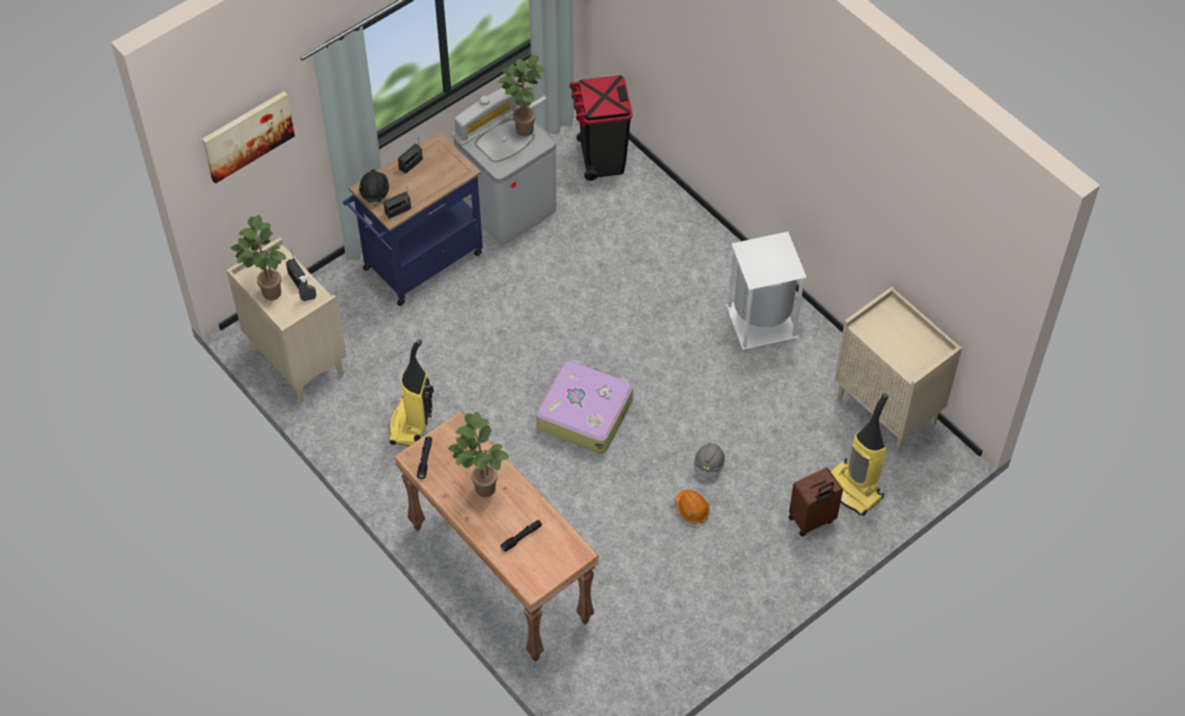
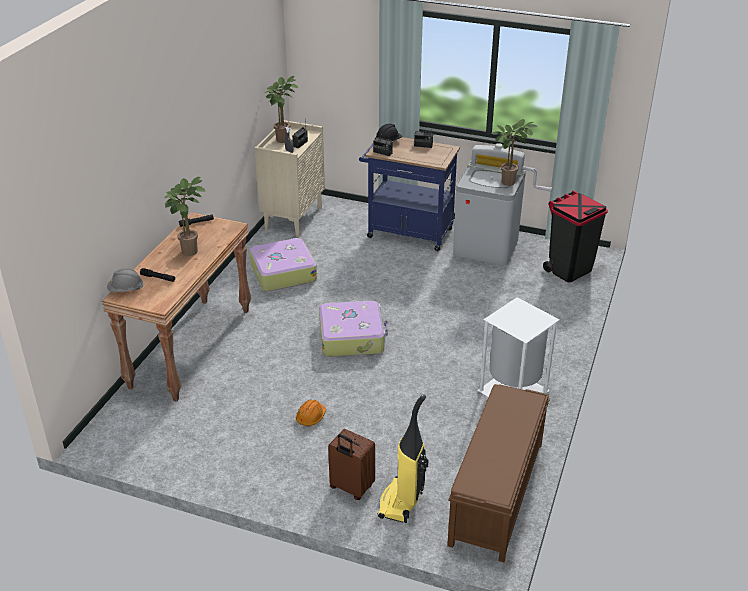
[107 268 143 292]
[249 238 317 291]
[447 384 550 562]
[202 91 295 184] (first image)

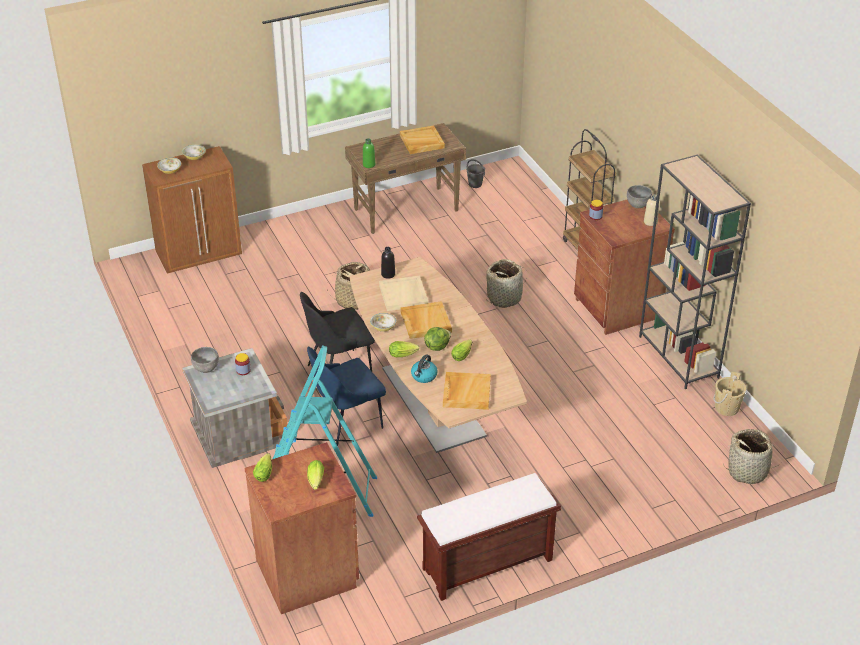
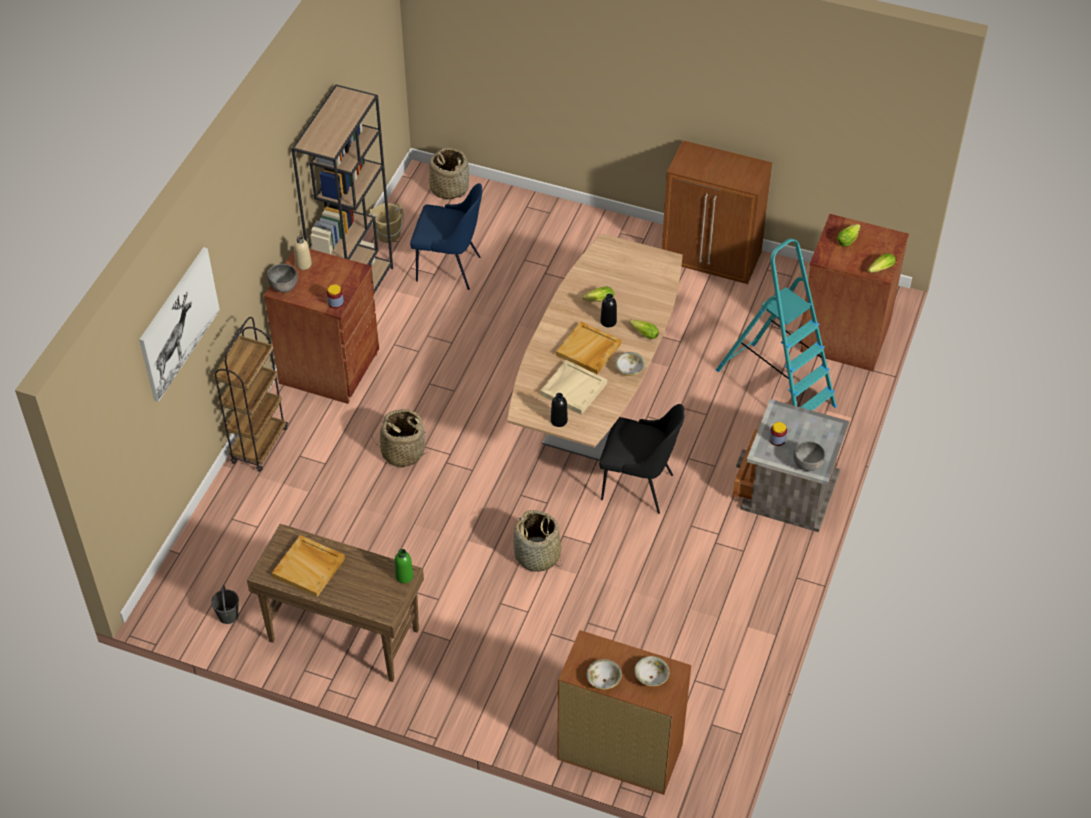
[139 247 220 402]
[410 183 482 290]
[601 293 617 327]
[662 140 773 284]
[411 354 438 383] (first image)
[443 372 491 410] (first image)

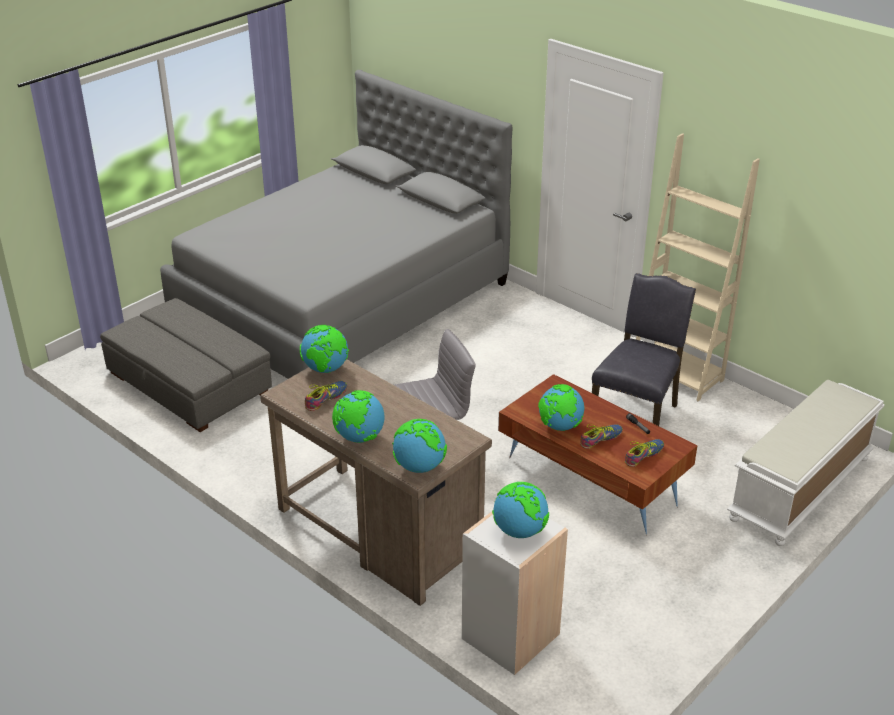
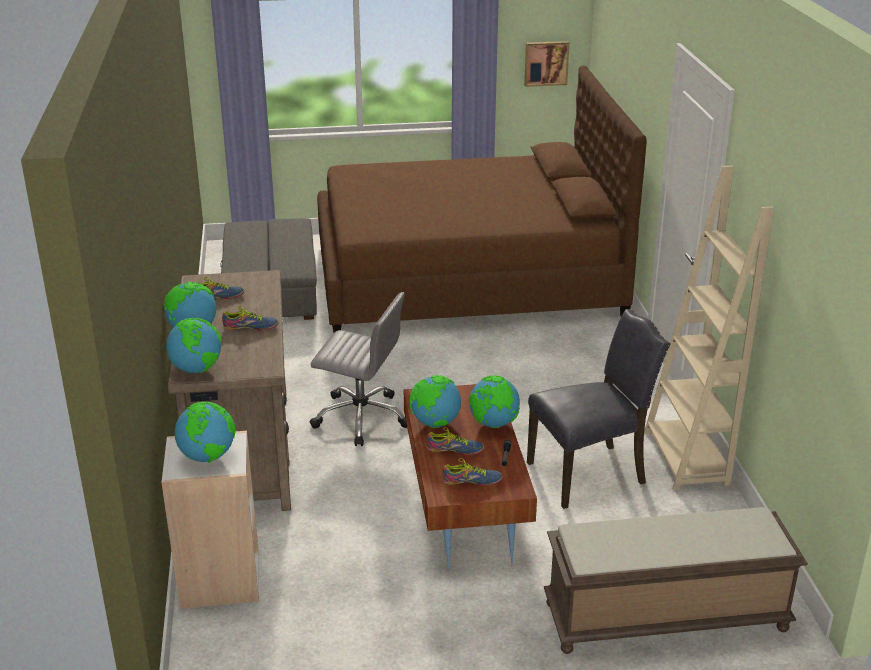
[222 306 278 331]
[317 66 646 333]
[469 375 520 428]
[524 41 570 87]
[544 507 808 654]

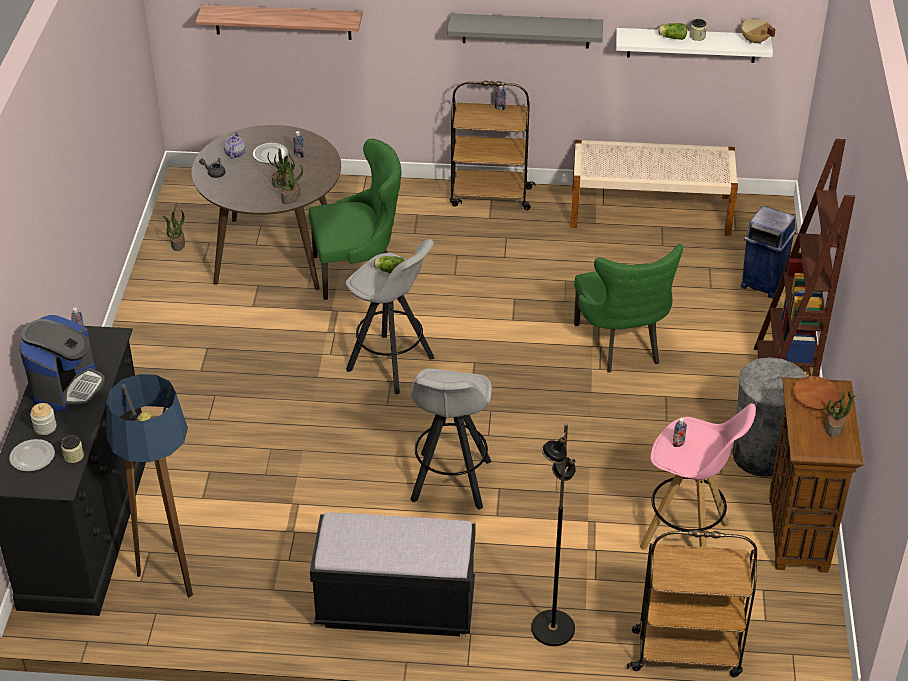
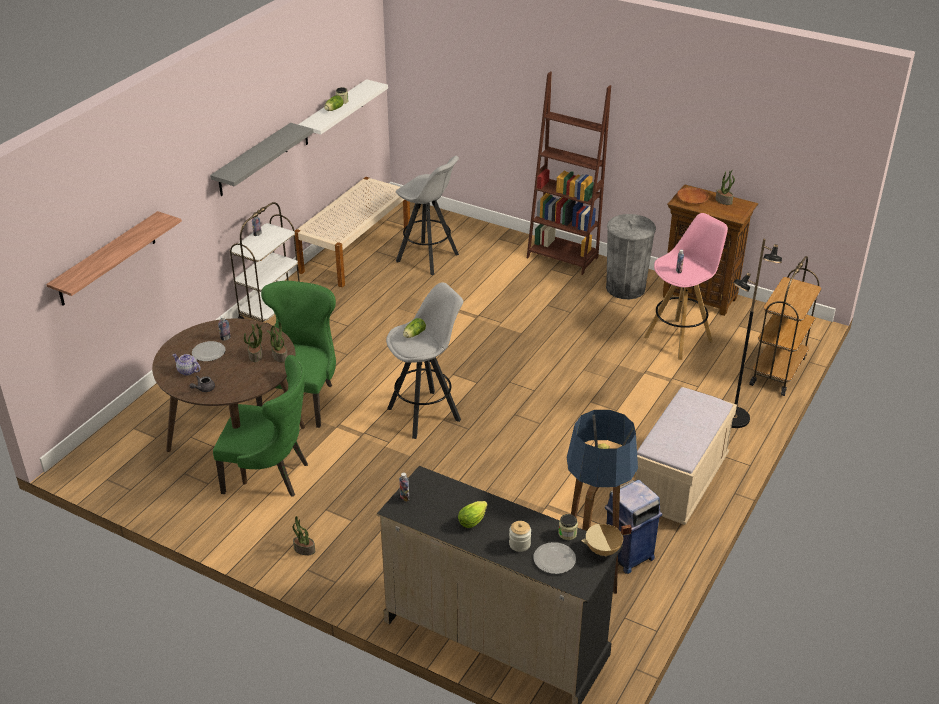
[213 355 308 497]
[230 202 300 324]
[292 516 315 555]
[396 156 459 275]
[458 501 488 528]
[582 524 632 557]
[605 480 663 574]
[635 387 737 525]

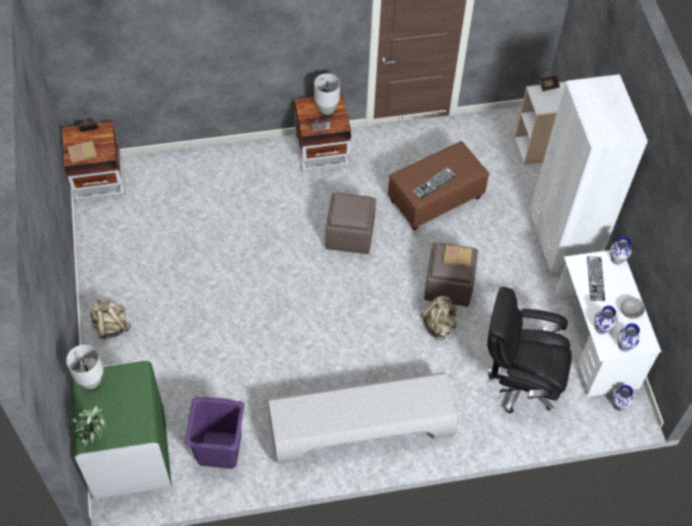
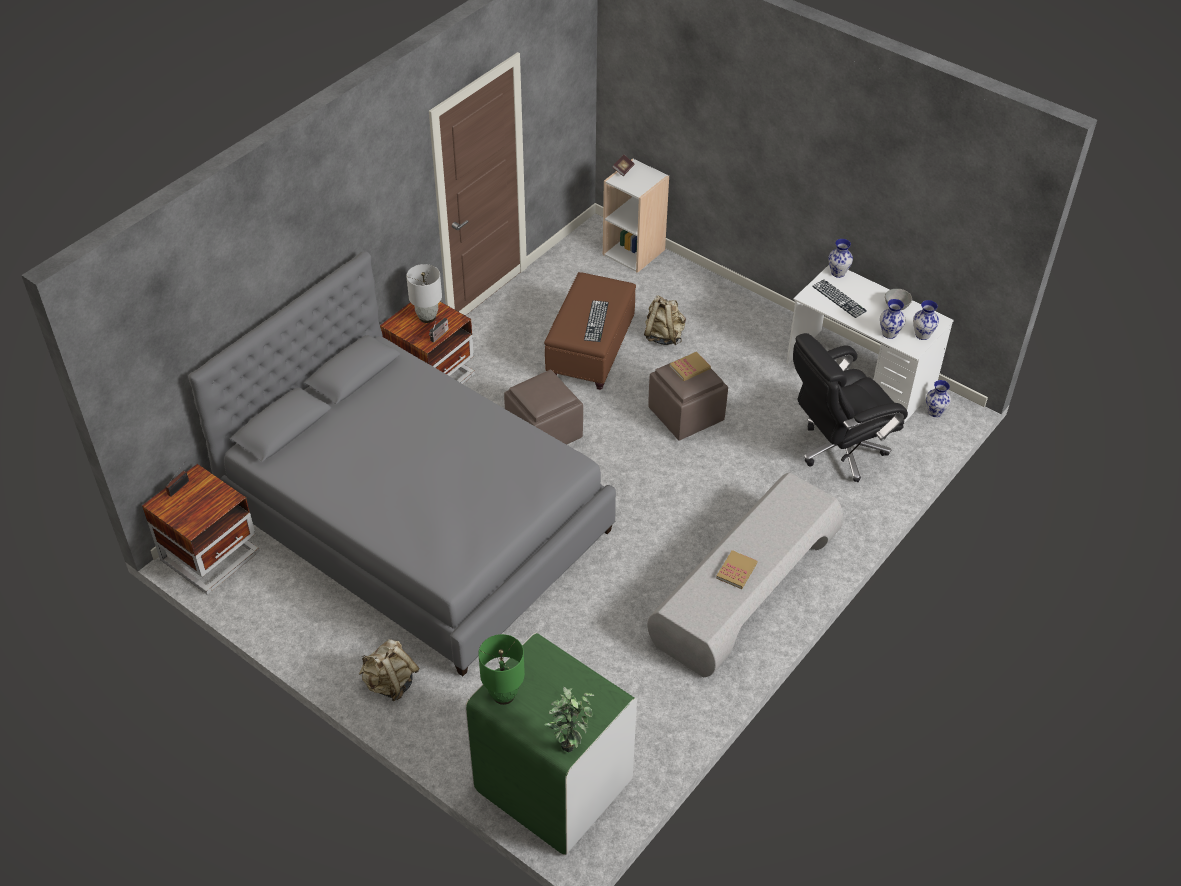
[189 251 616 676]
[478 634 525 705]
[644 295 686 345]
[716 550 757 589]
[184 397 245 469] (first image)
[530 74 648 274] (first image)

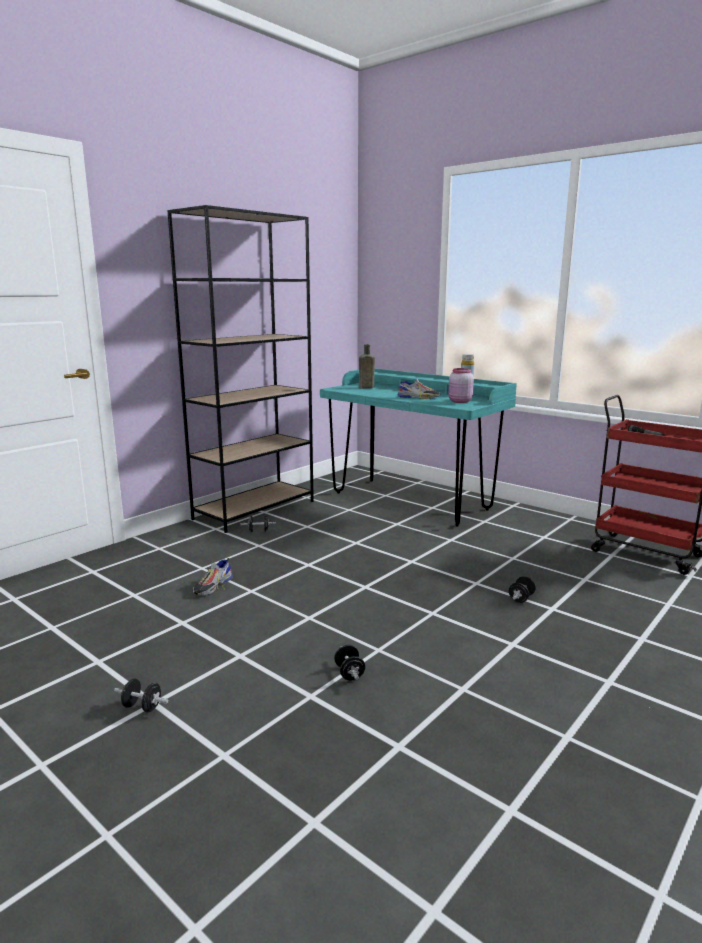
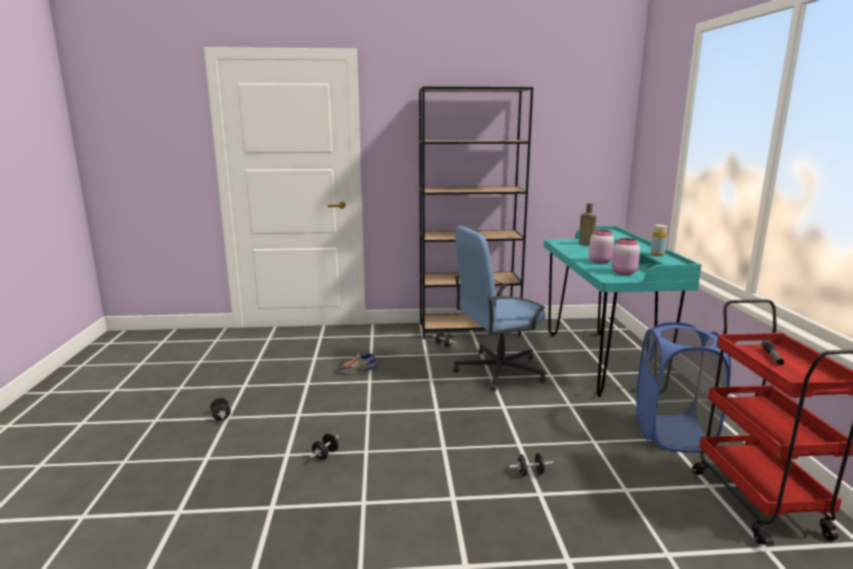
[453 226 546 391]
[589 229 614 263]
[636 322 731 453]

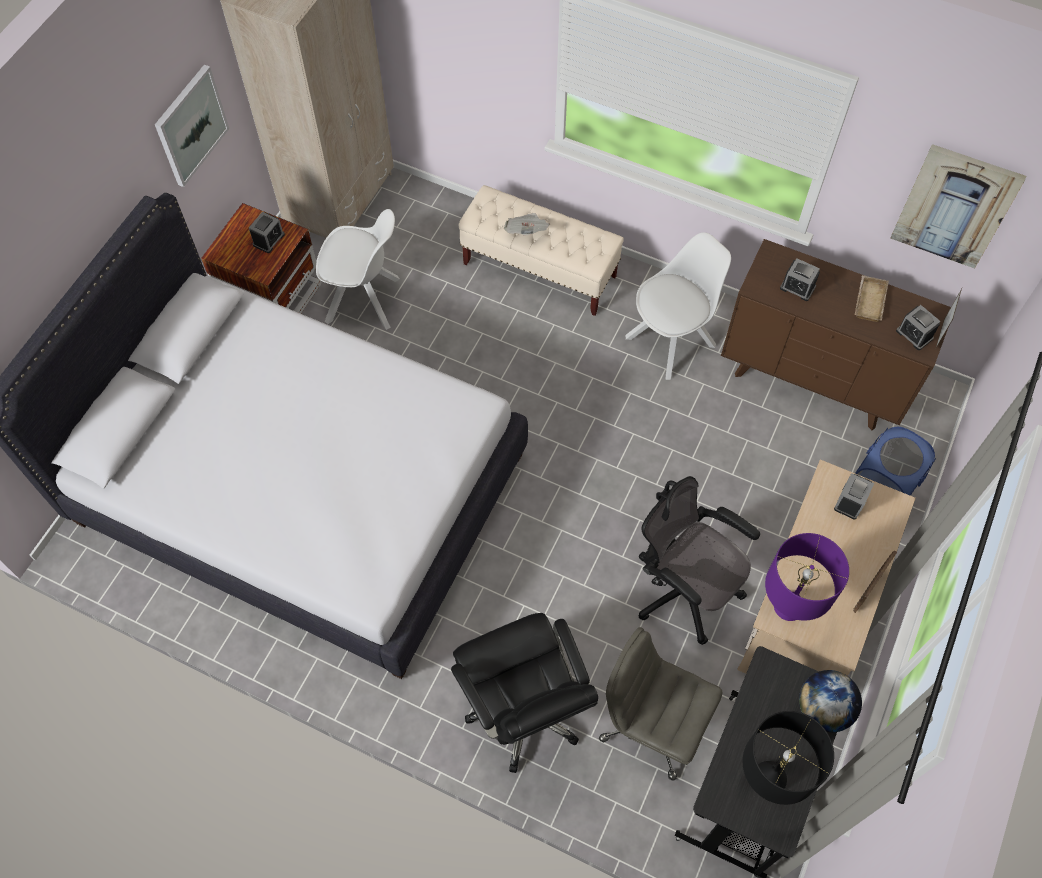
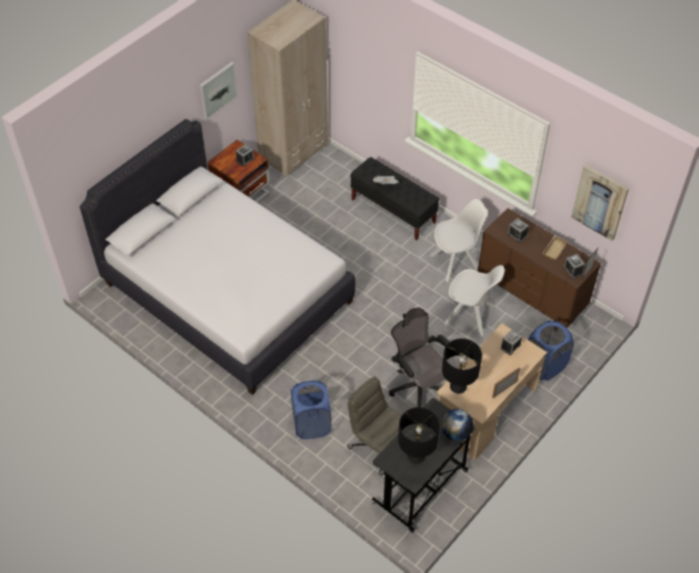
[291 380 331 439]
[350 157 439 241]
[442 338 482 394]
[444 265 505 336]

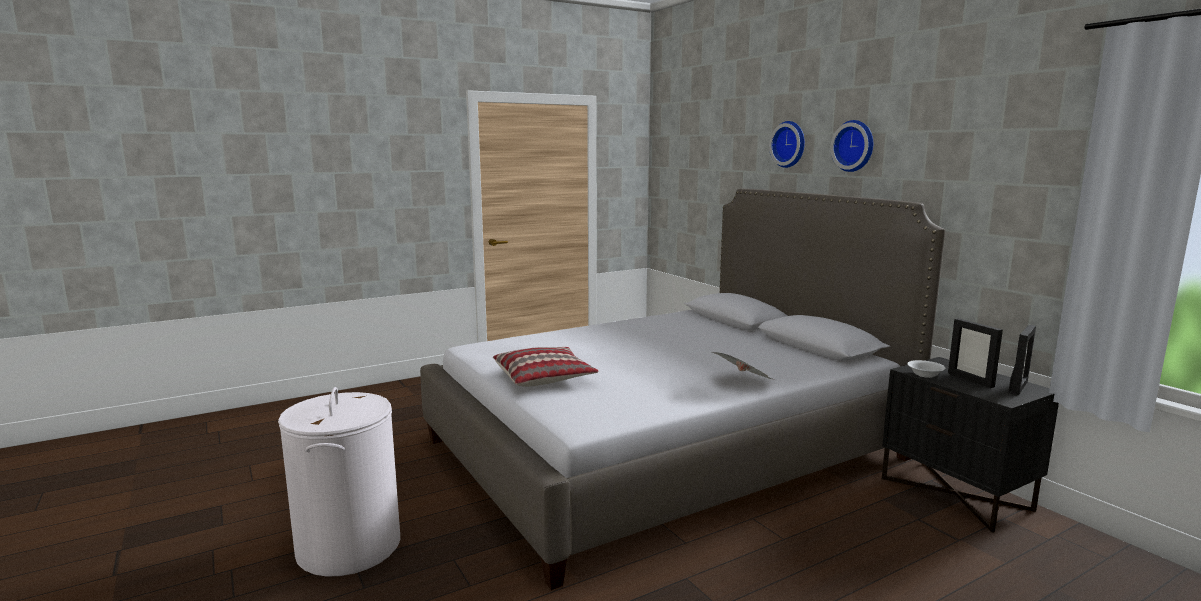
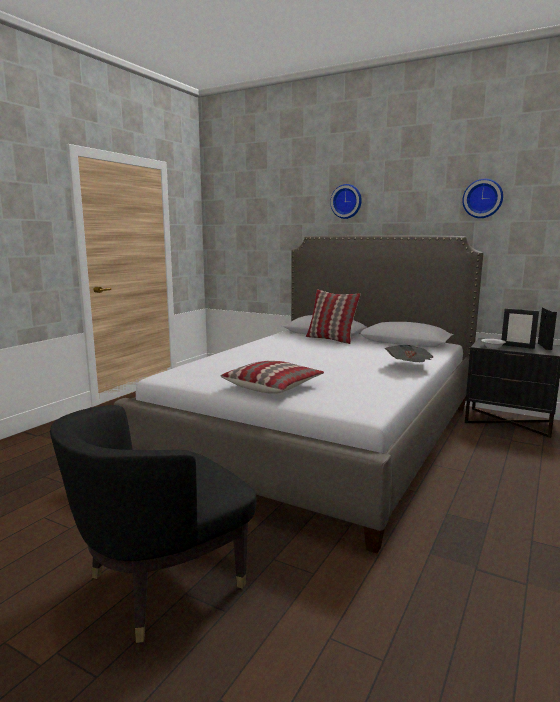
[50 405 257 643]
[306 289 361 344]
[462 179 503 218]

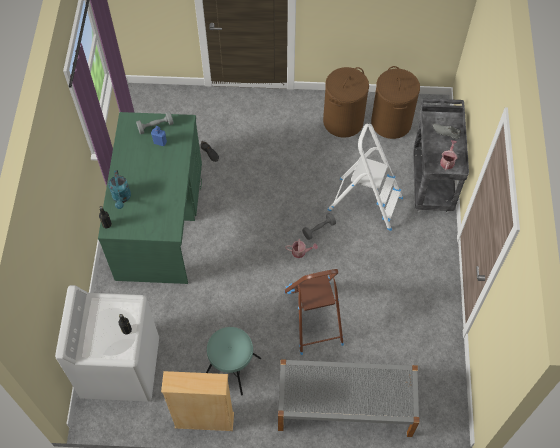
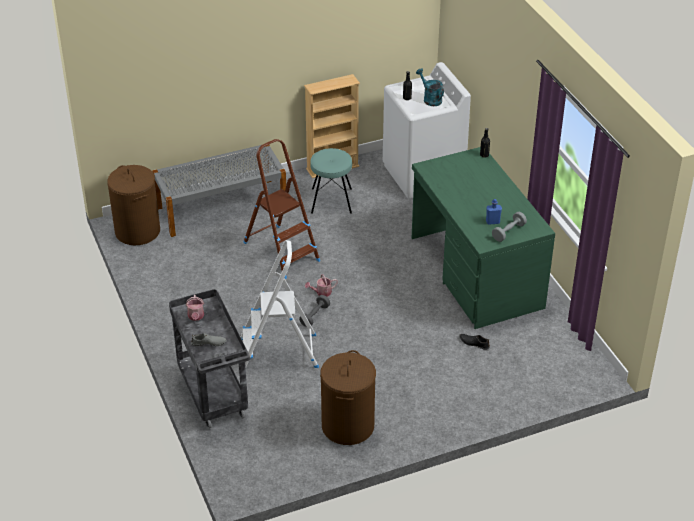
[107 165 160 245]
[416 68 444 106]

